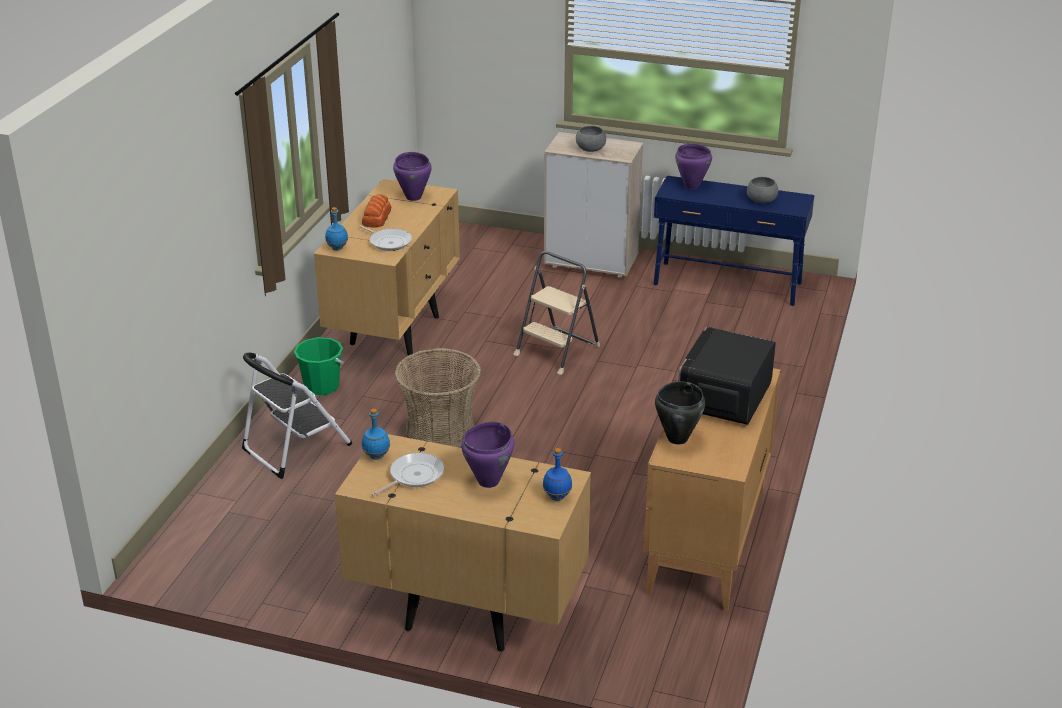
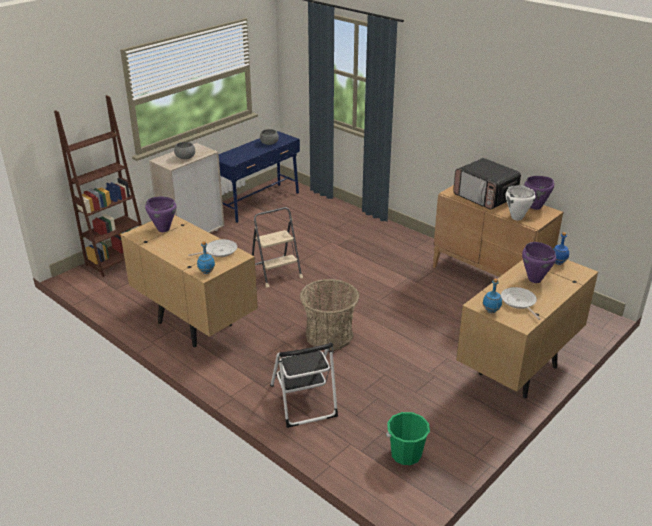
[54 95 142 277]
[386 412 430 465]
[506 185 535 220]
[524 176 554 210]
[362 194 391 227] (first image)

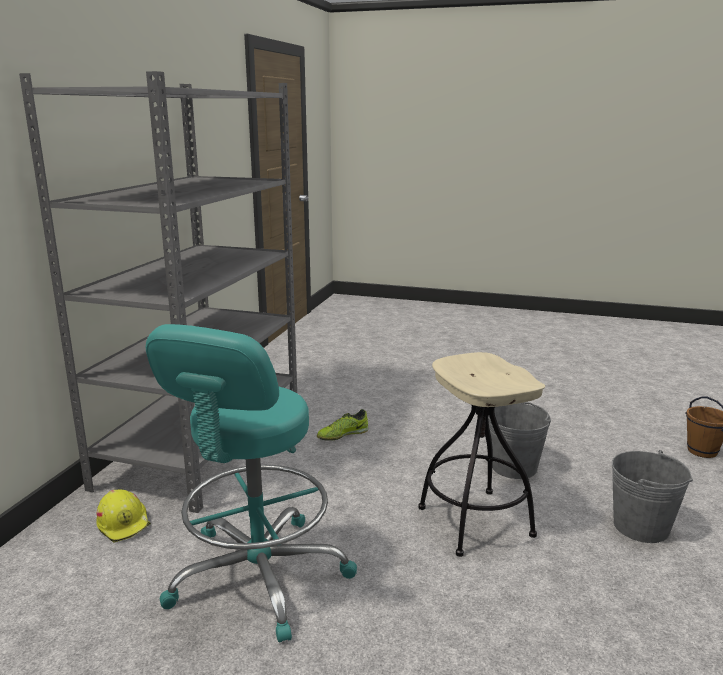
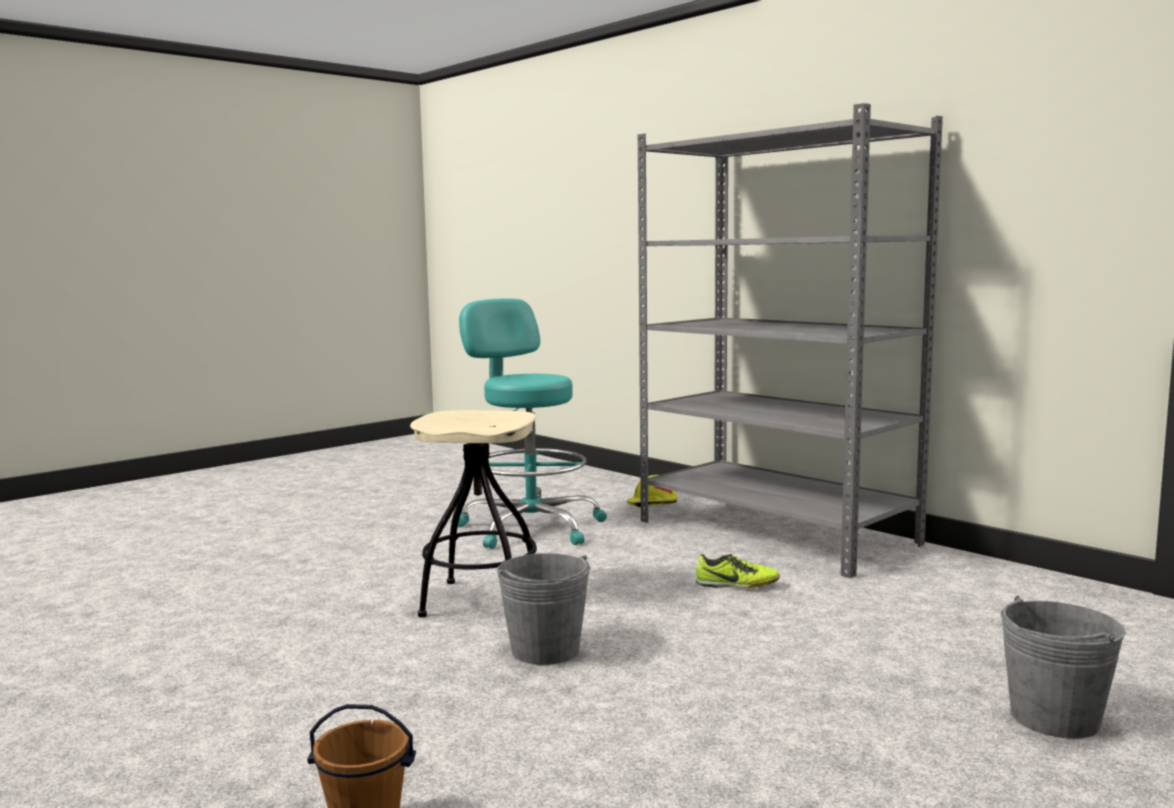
[696 554 780 588]
[1000 596 1126 739]

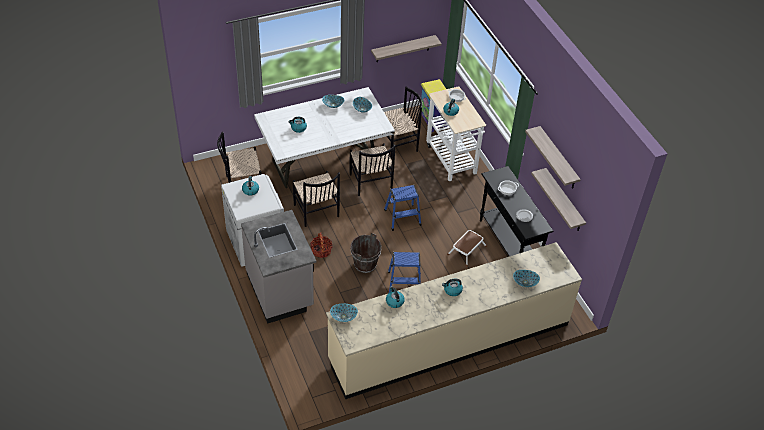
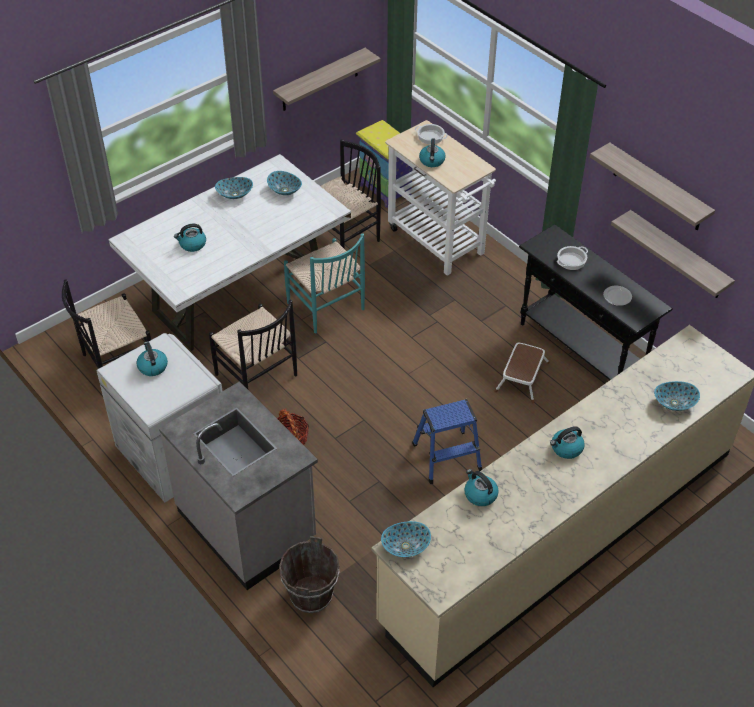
[279 536 340 613]
[284 233 365 333]
[384 185 422 231] (first image)

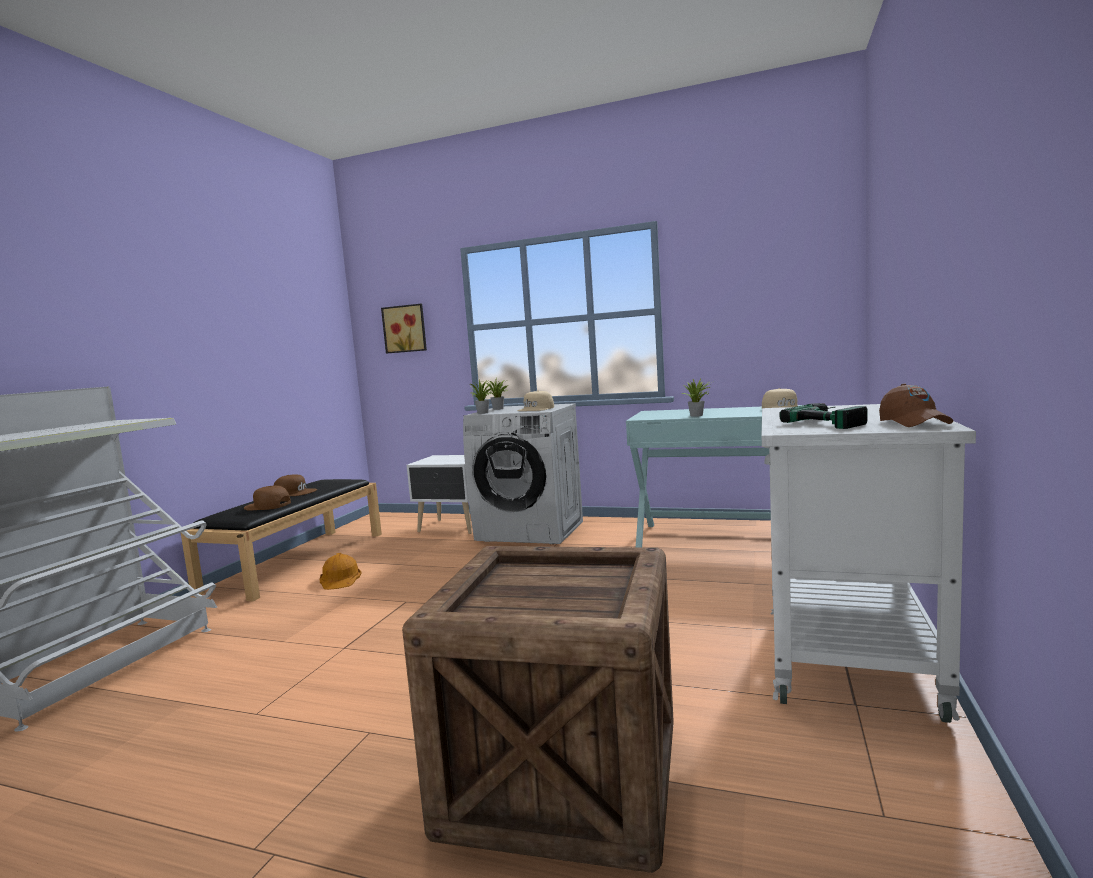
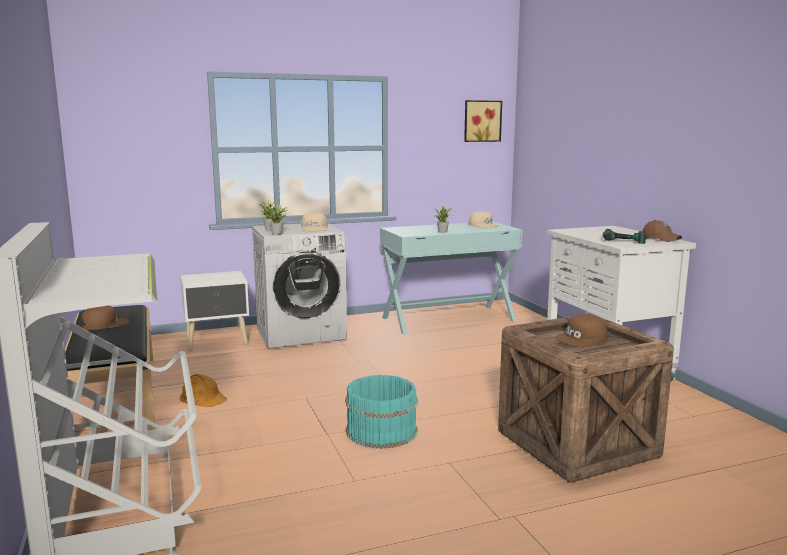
[345 375 418 449]
[464 100 502 142]
[555 314 608 346]

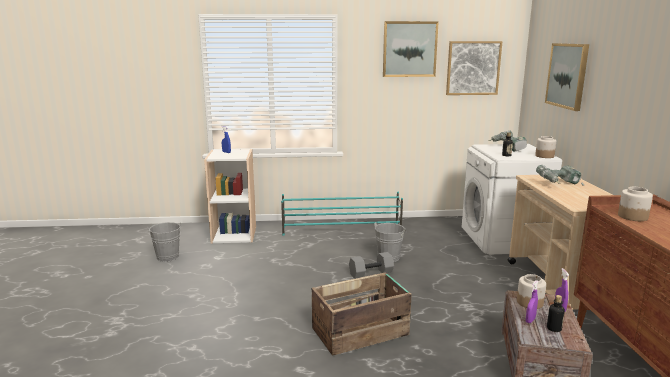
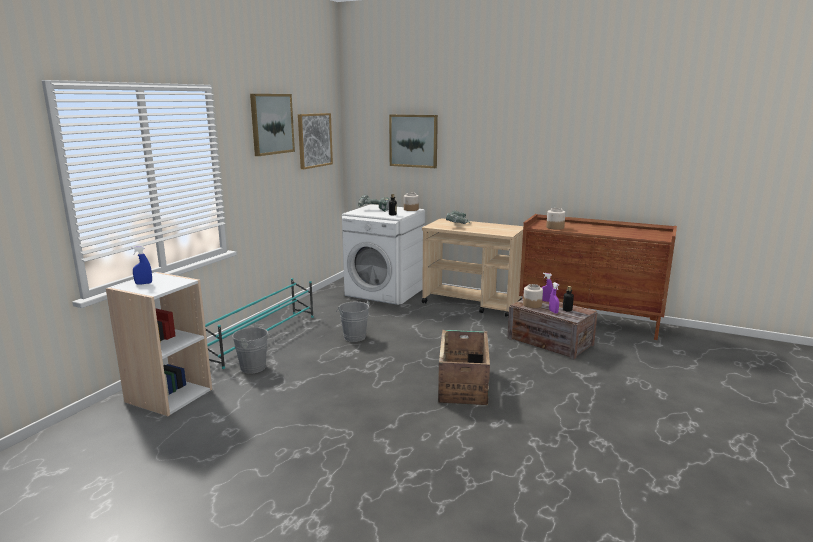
[232 324 275 374]
[349 252 394 279] (first image)

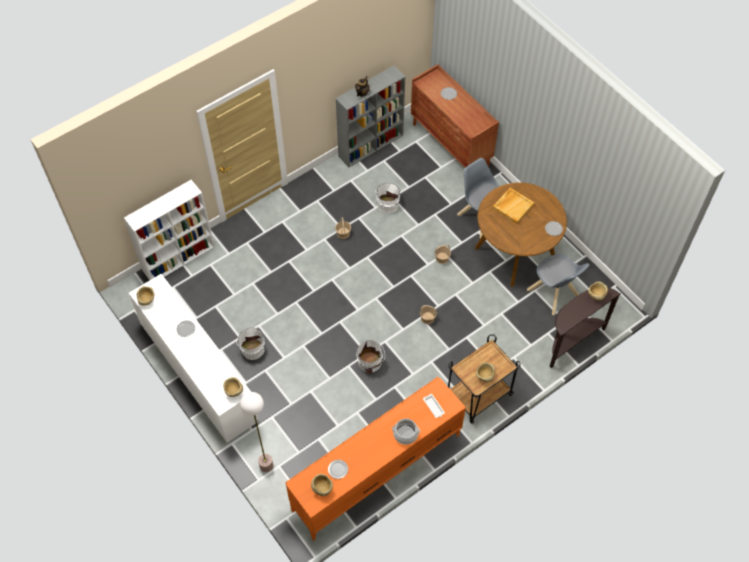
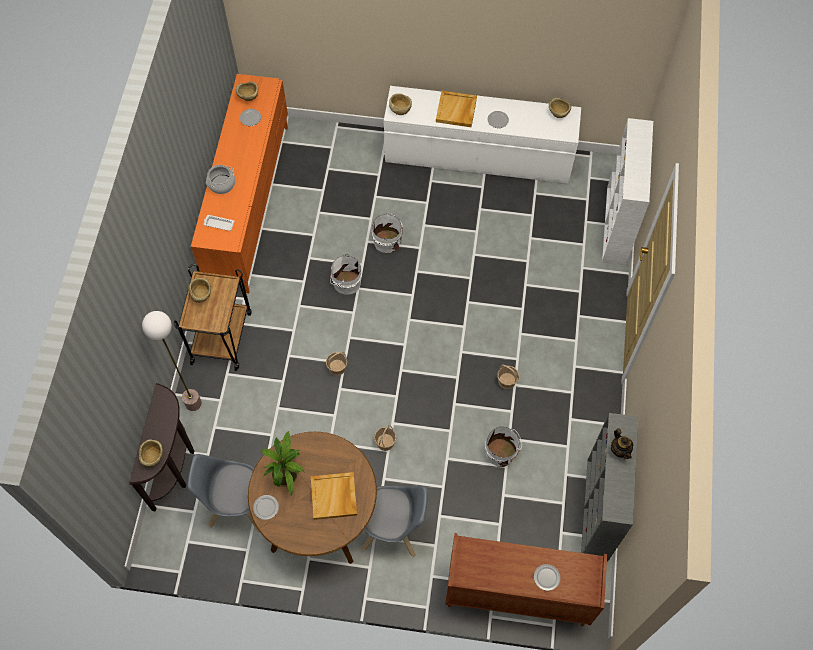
[142 311 202 411]
[261 431 305 495]
[372 213 403 253]
[436 91 477 127]

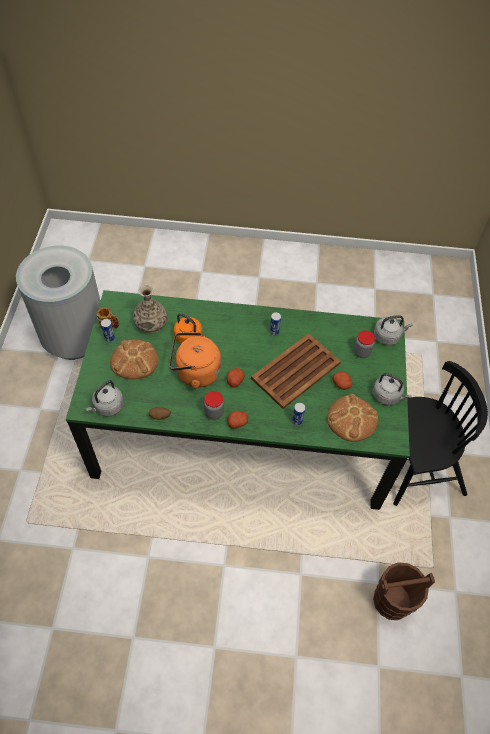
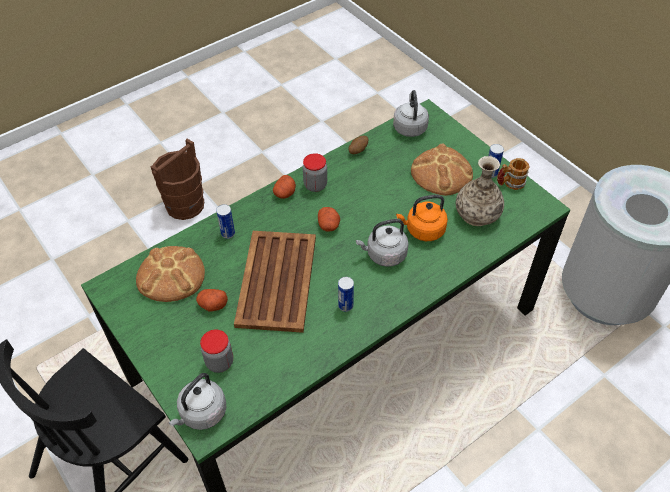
[150 139 204 220]
[356 219 409 267]
[169 332 221 389] (first image)

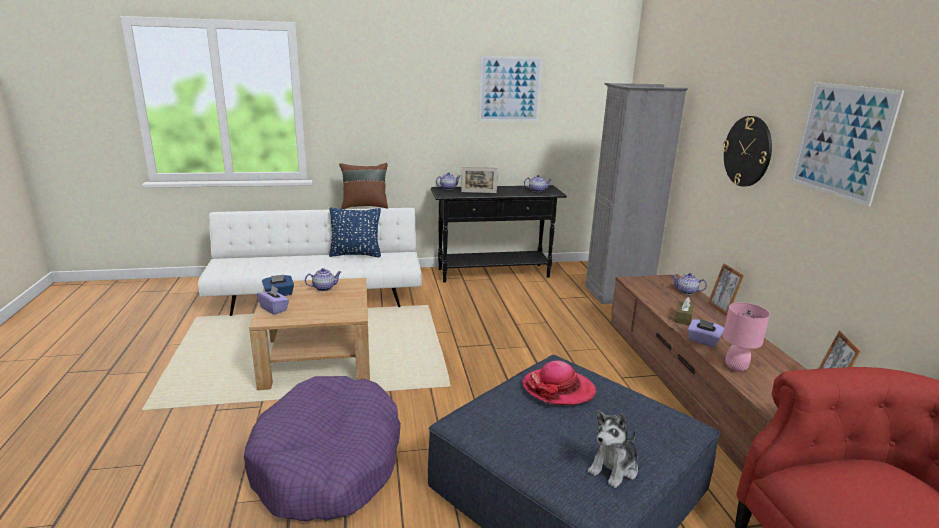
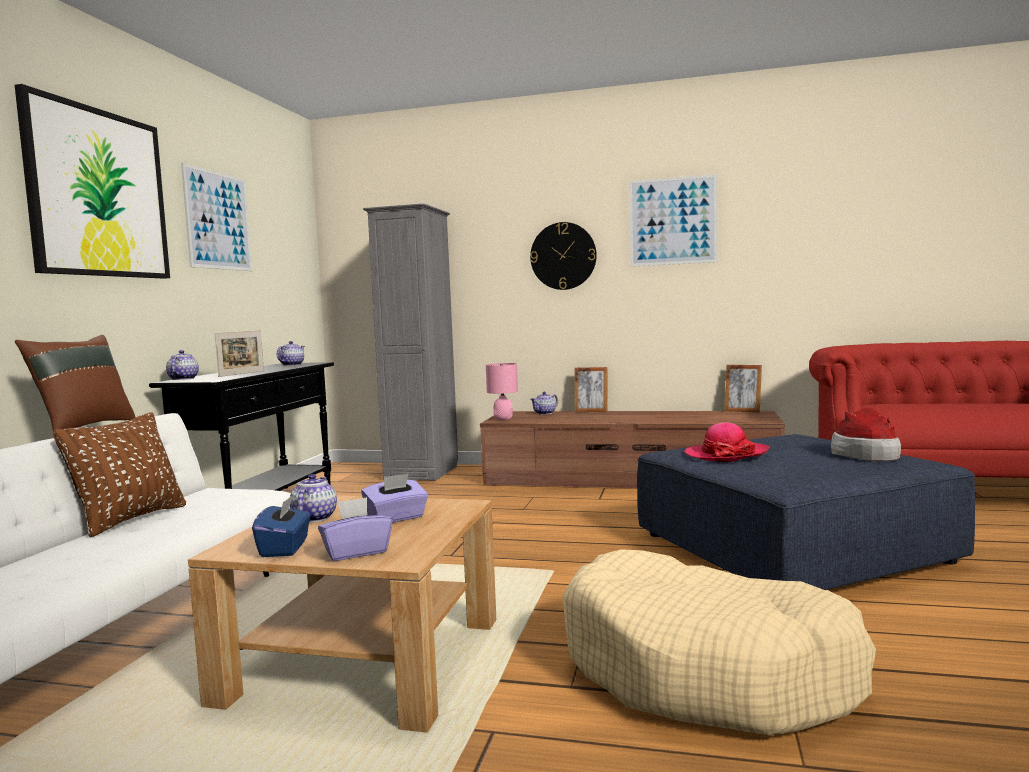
[15 84 170 279]
[53 412 186 538]
[361 473 428 523]
[486 363 518 420]
[563 549 876 735]
[831 408 901 461]
[675 297 694 325] (first image)

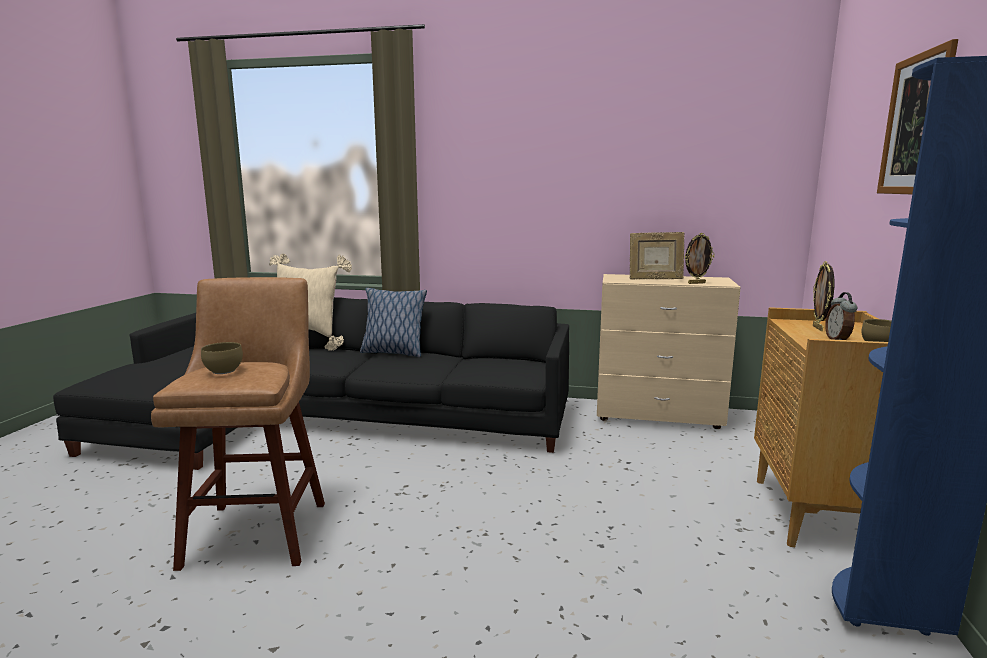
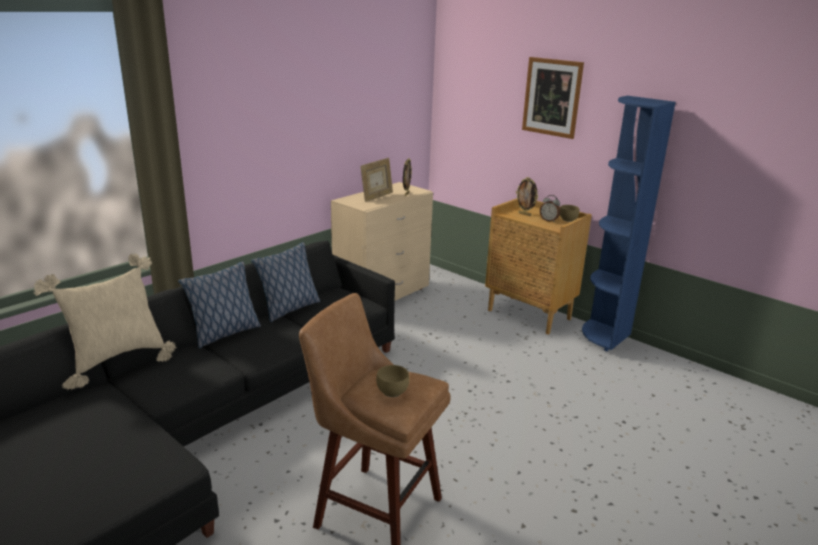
[251 242 320 322]

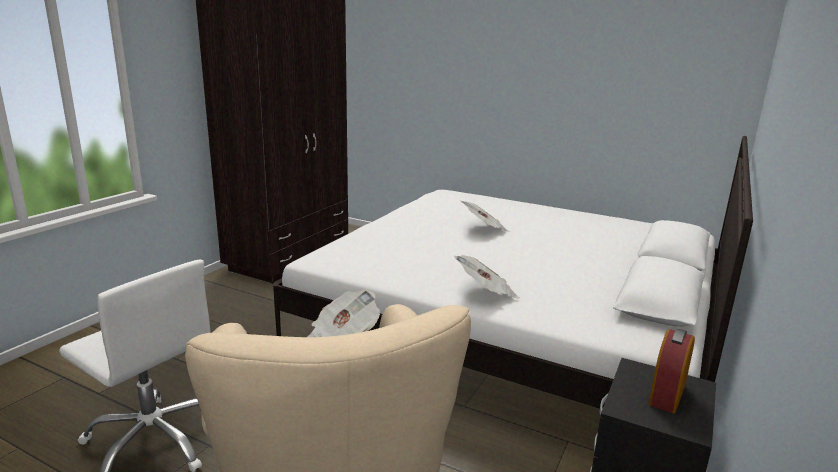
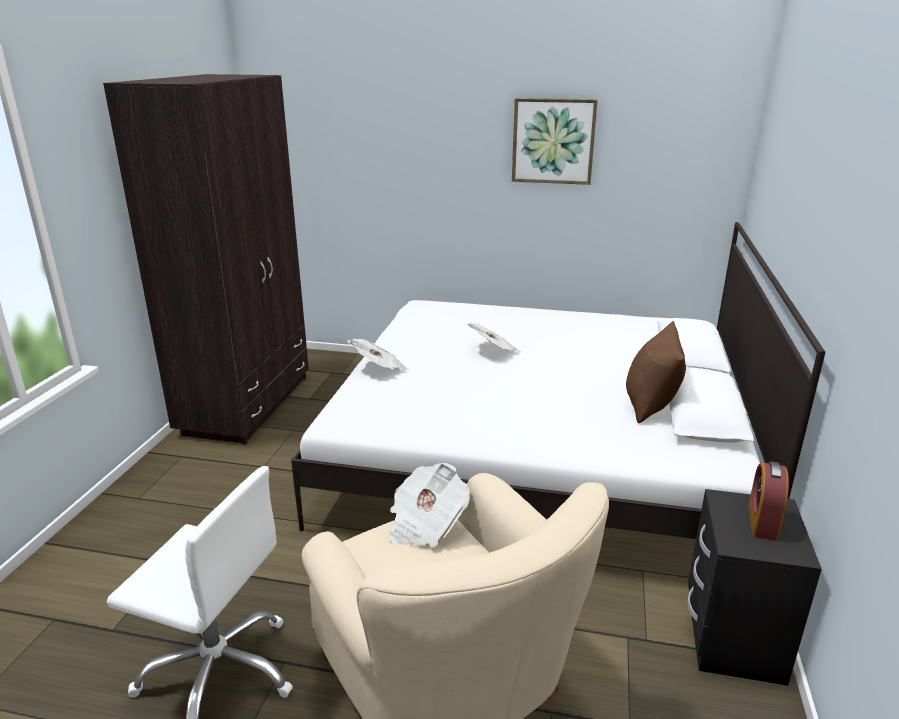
[347 339 409 370]
[512 98 598 185]
[626 321 686 423]

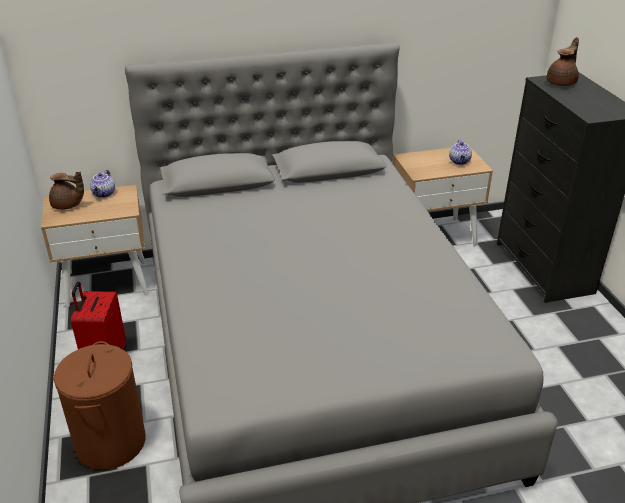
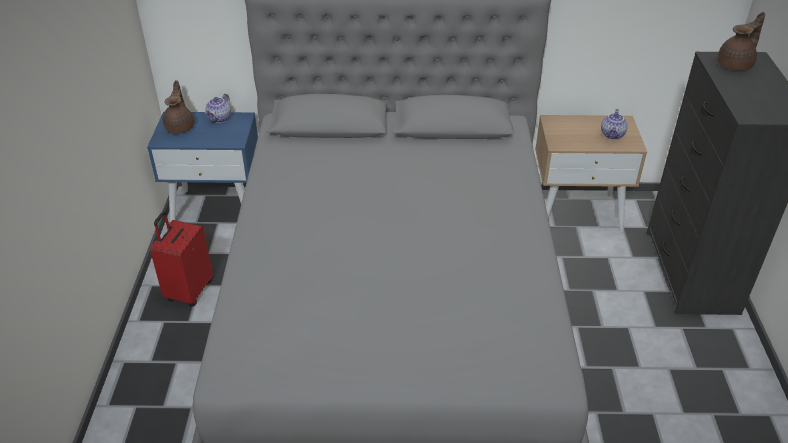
[147 112 258 222]
[163 80 195 134]
[54 341 146 470] (first image)

